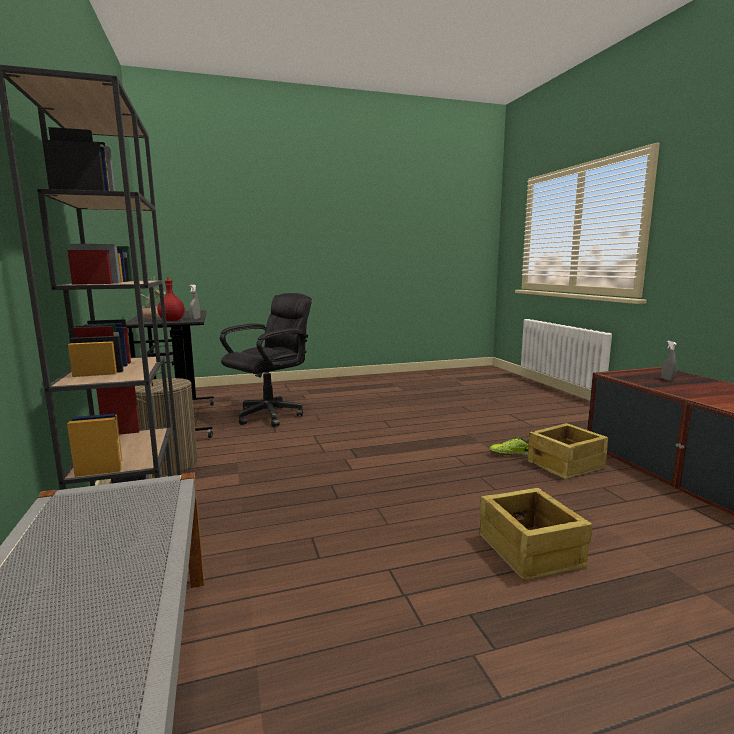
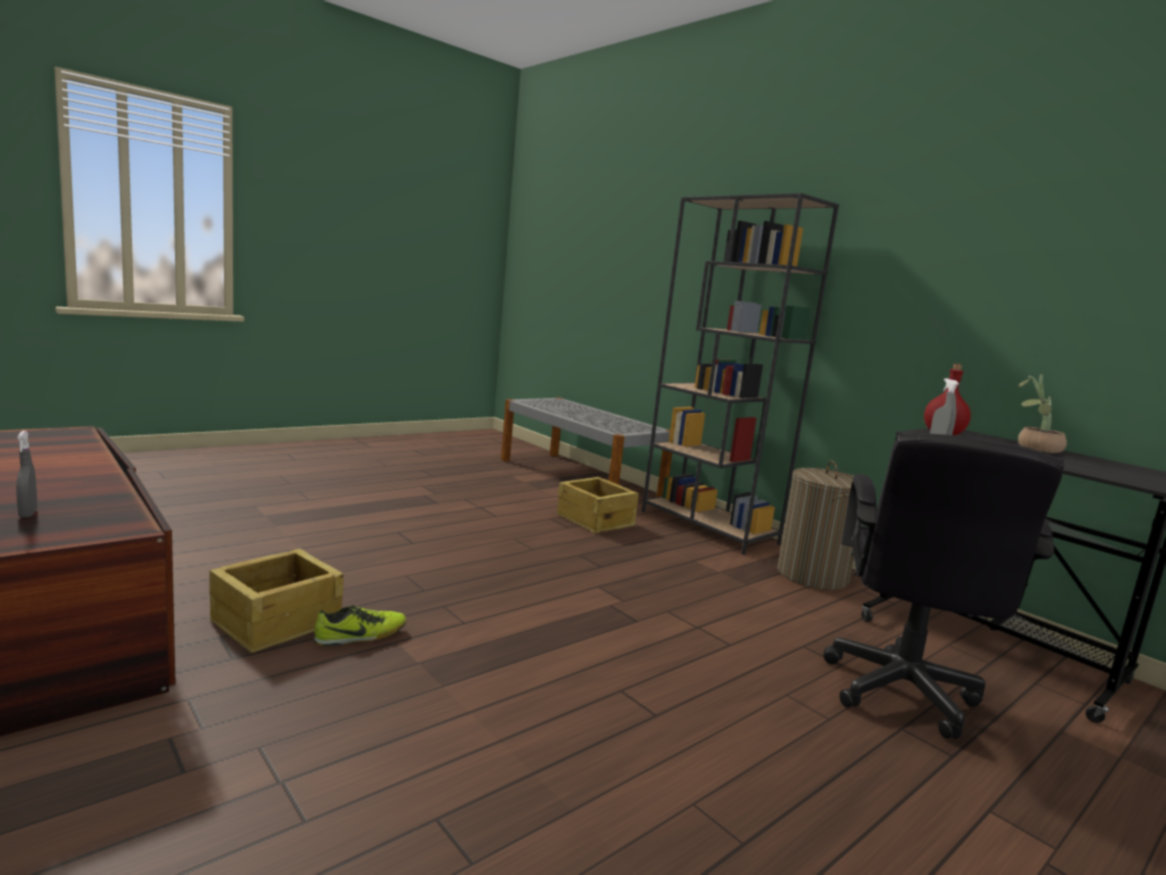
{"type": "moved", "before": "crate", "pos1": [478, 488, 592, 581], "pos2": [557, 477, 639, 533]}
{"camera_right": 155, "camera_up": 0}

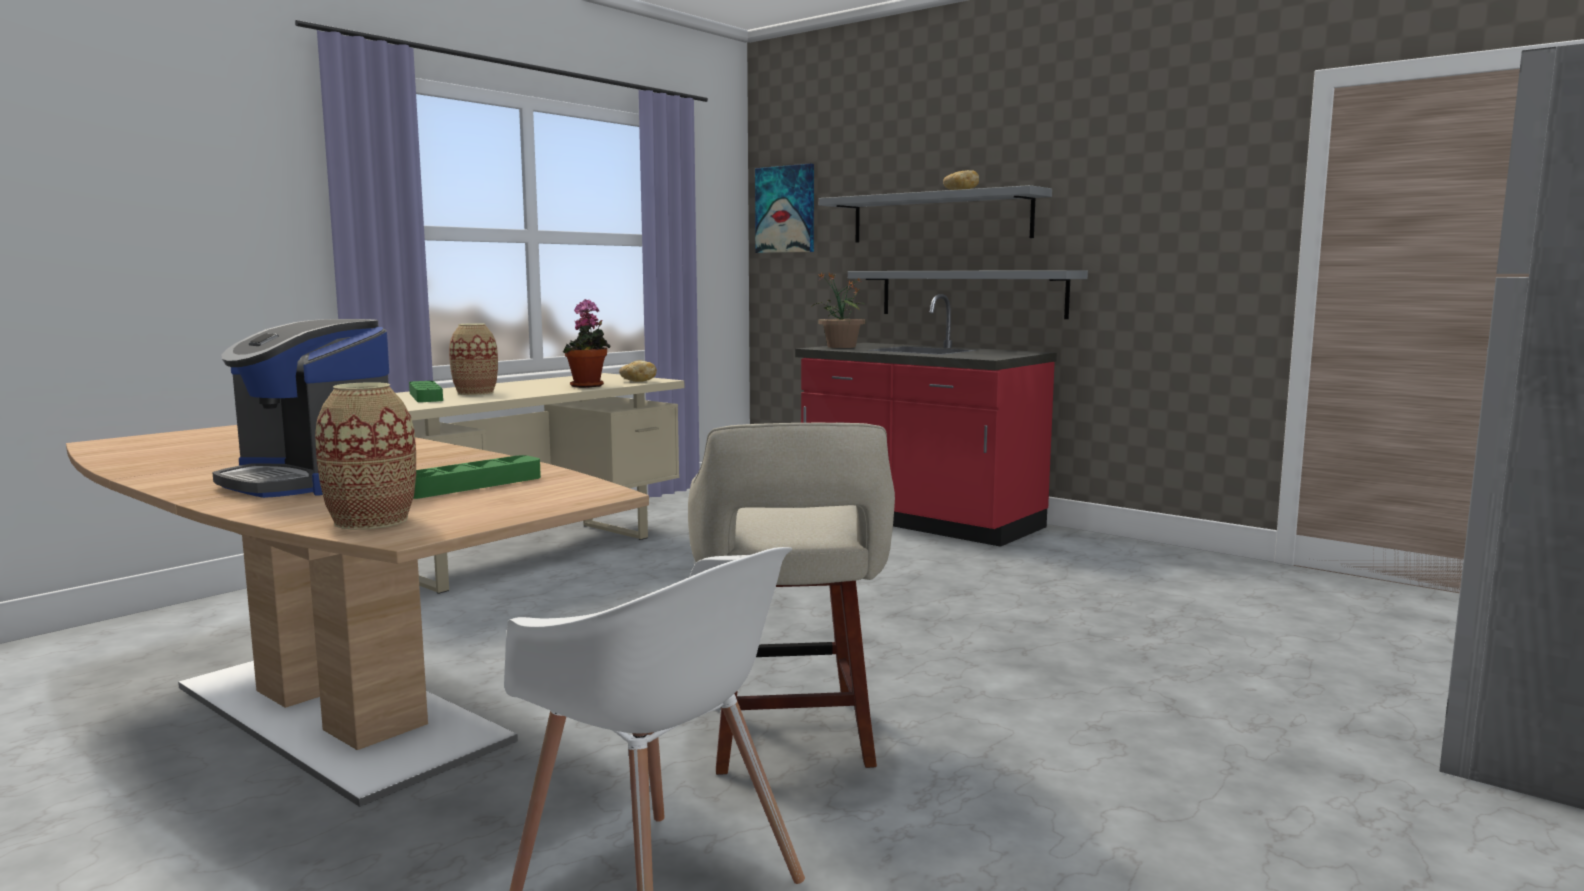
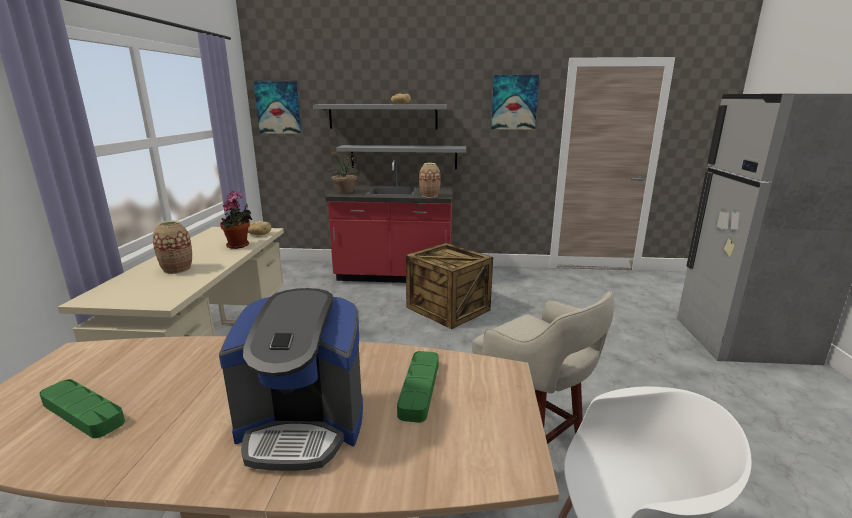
{"type": "added", "after": "crate", "pos2": [406, 243, 493, 329]}
{"type": "added", "after": "picture", "pos2": [491, 75, 539, 130]}
{"type": "moved", "before": "vase", "pos1": [315, 382, 416, 530], "pos2": [419, 163, 441, 198]}
{"type": "moved", "before": "green tray", "pos1": [409, 381, 443, 402], "pos2": [39, 379, 125, 438]}
{"camera_right": -35, "camera_up": 10}

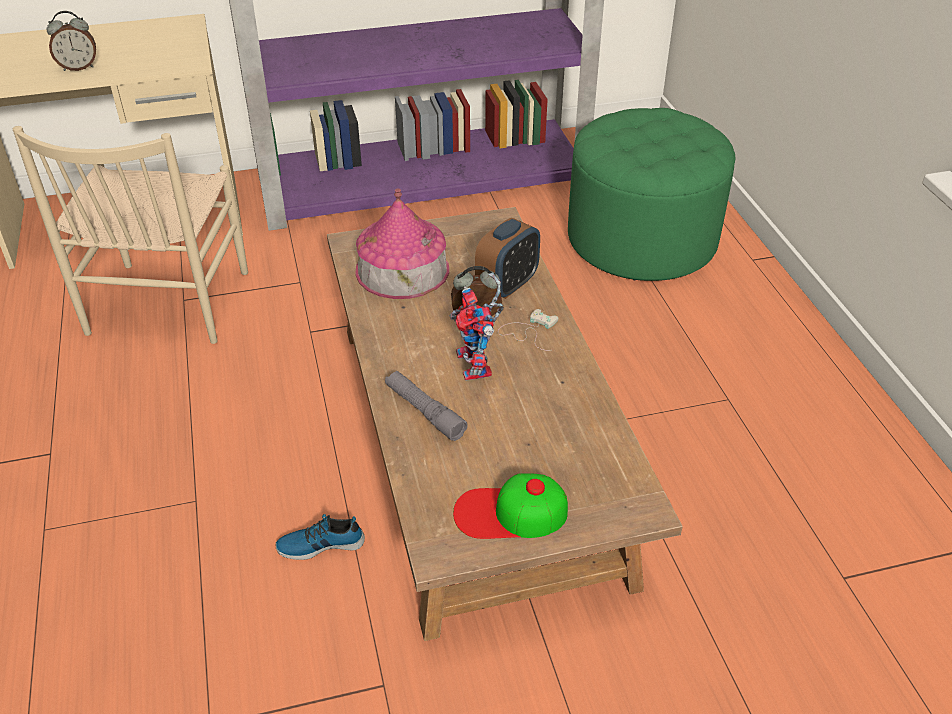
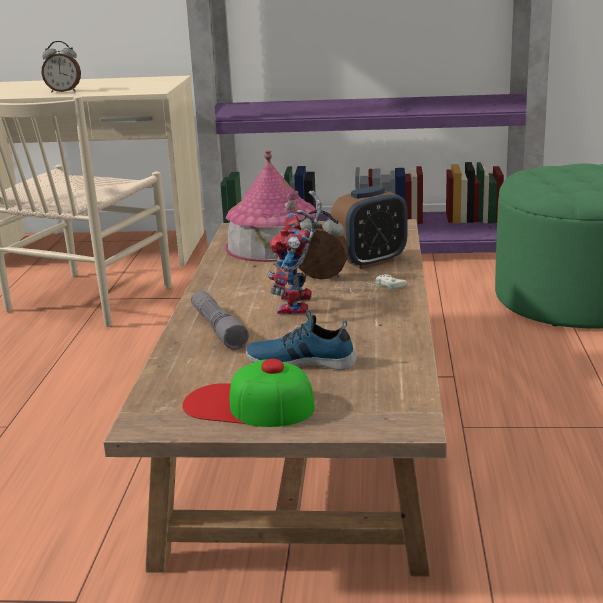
{"type": "moved", "before": "shoe", "pos1": [276, 514, 365, 560], "pos2": [246, 309, 356, 370]}
{"camera_right": 20, "camera_up": -20}

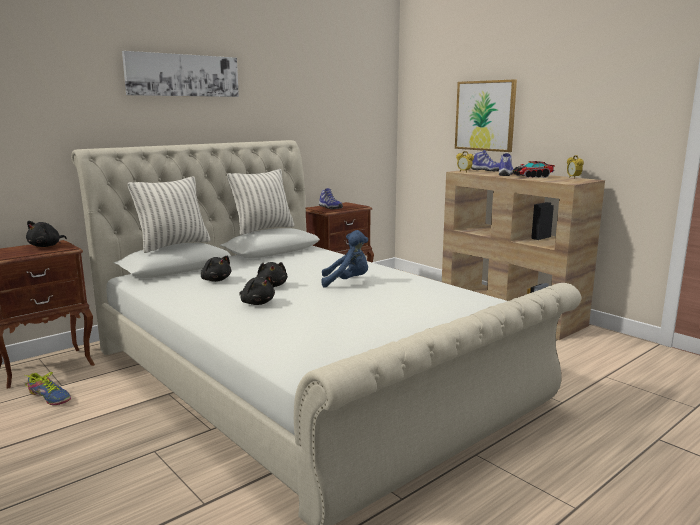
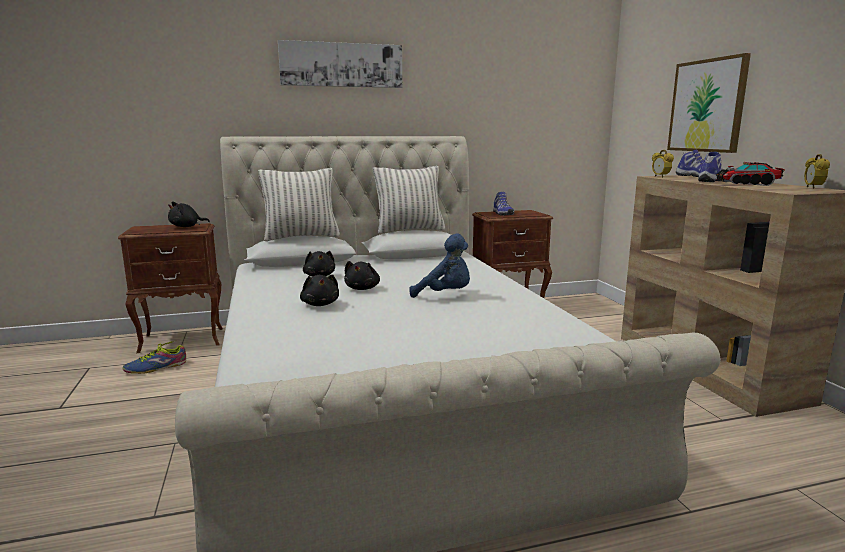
{"type": "turned", "before": "shoe", "pos1": [25, 372, 71, 405], "pos2": [122, 341, 186, 374], "turn": 90}
{"camera_right": 25, "camera_up": 0}

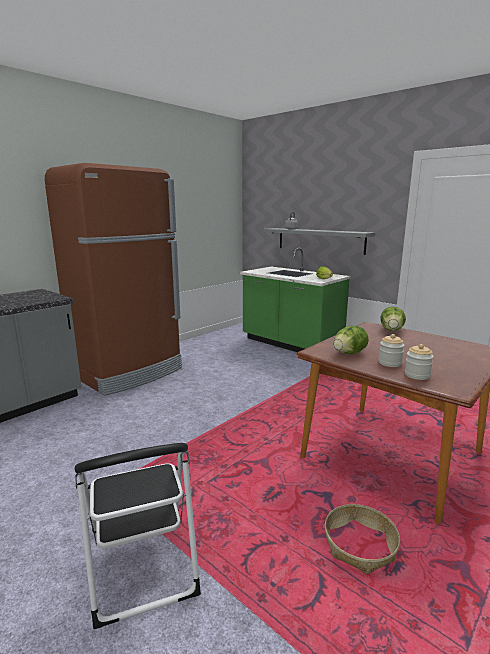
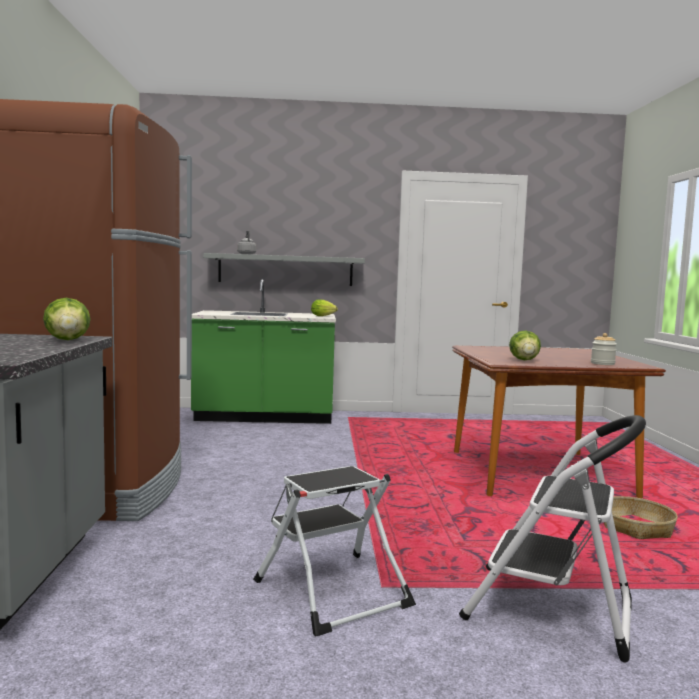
{"type": "removed", "before": "jar", "pos1": [378, 334, 404, 367]}
{"type": "added", "after": "step ladder", "pos2": [253, 466, 416, 636]}
{"type": "moved", "before": "lettuce", "pos1": [380, 307, 406, 331], "pos2": [43, 298, 91, 340]}
{"camera_right": -45, "camera_up": -10}

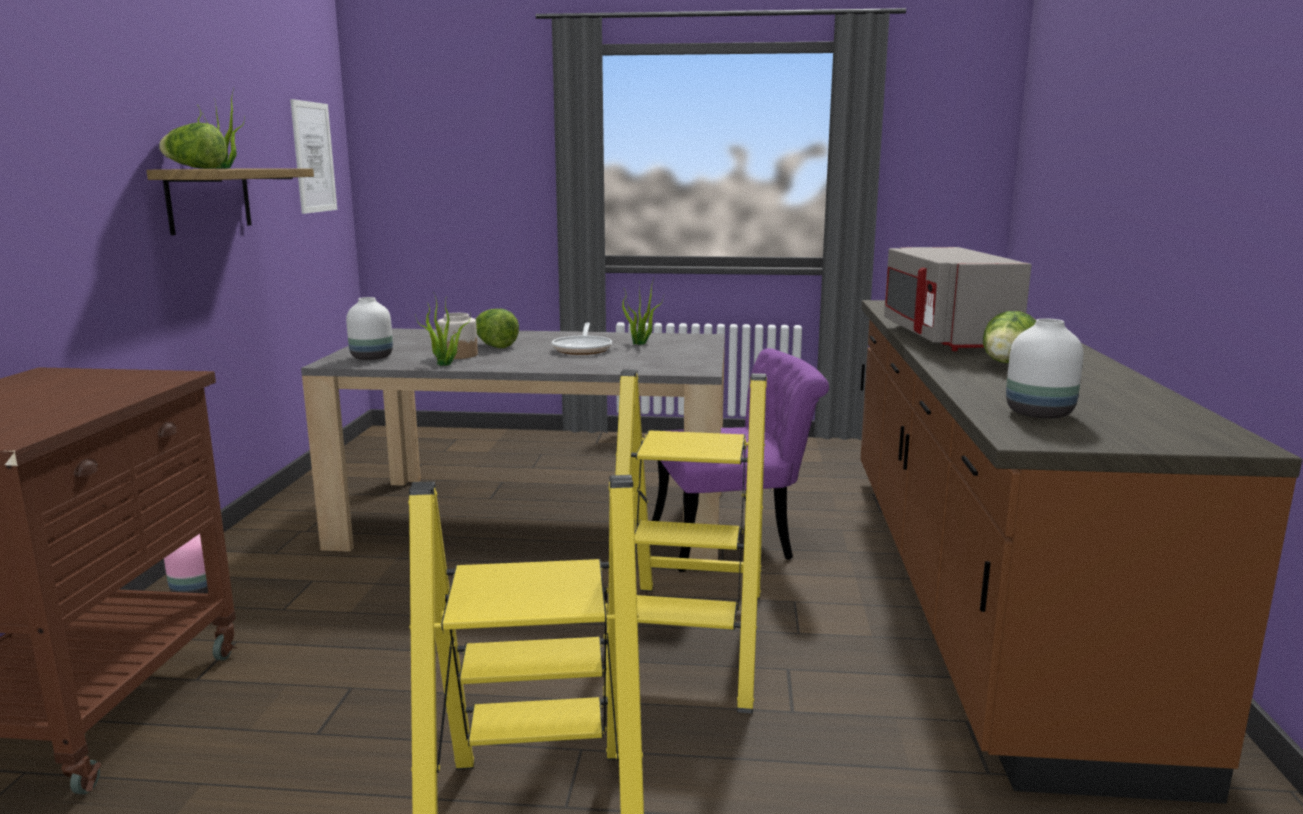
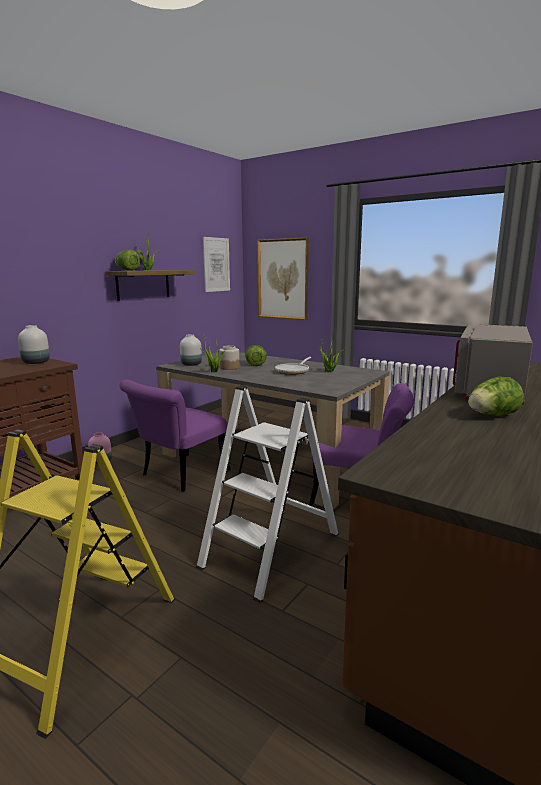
{"type": "added", "after": "purple chair", "pos2": [119, 380, 231, 491]}
{"type": "added", "after": "picture", "pos2": [257, 237, 309, 320]}
{"type": "moved", "before": "white vase", "pos1": [1006, 318, 1084, 419], "pos2": [18, 325, 50, 364]}
{"type": "recoloured", "before": "yellow step ladder", "after": "white step ladder", "pos1": [603, 369, 767, 714], "pos2": [196, 385, 339, 603]}
{"camera_right": 30, "camera_up": 0}

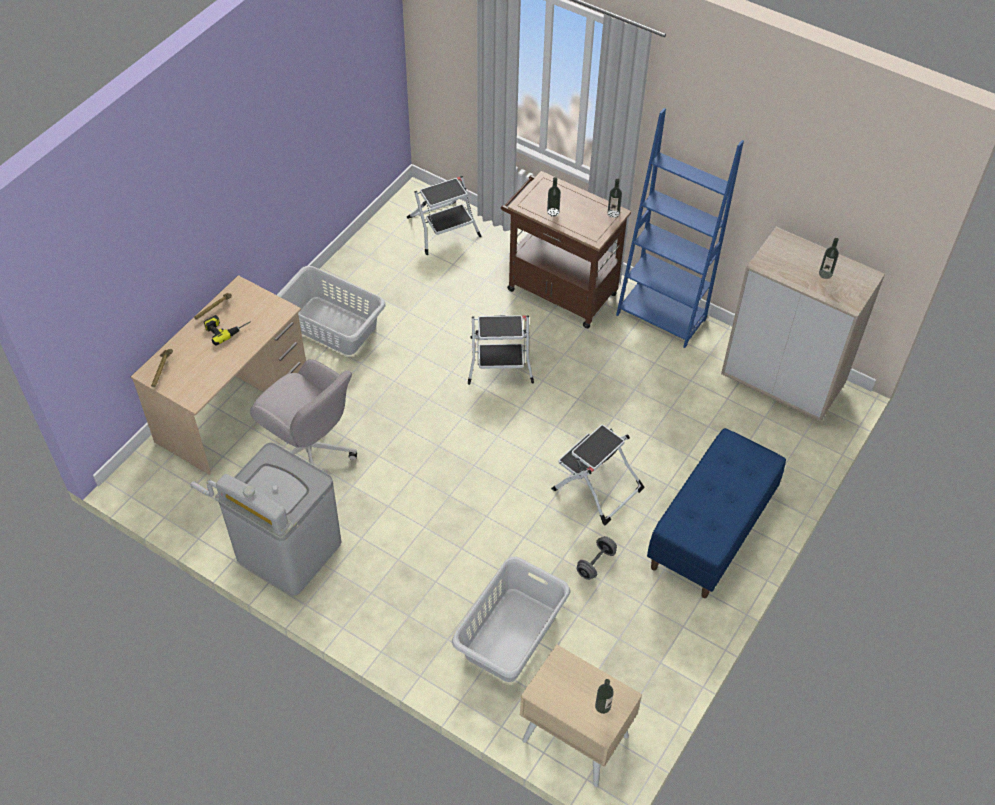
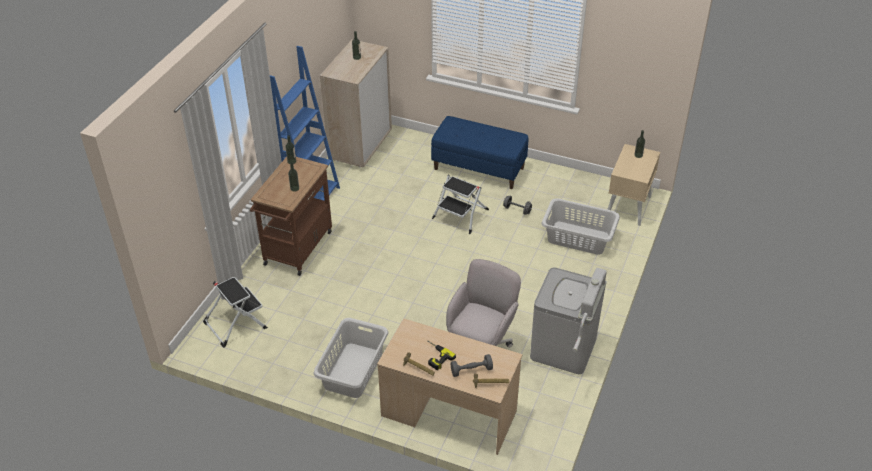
{"type": "removed", "before": "step ladder", "pos1": [468, 315, 534, 385]}
{"type": "added", "after": "grey dumbbell", "pos2": [451, 354, 493, 377]}
{"camera_right": -100, "camera_up": -10}

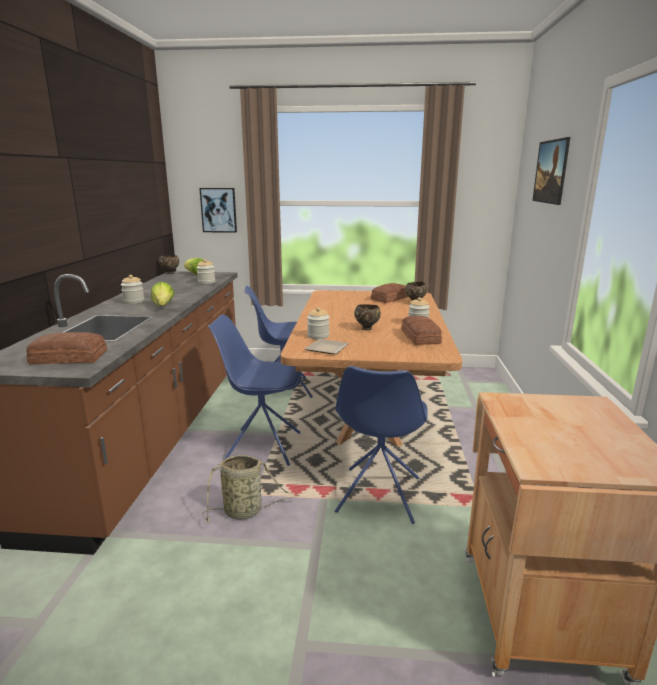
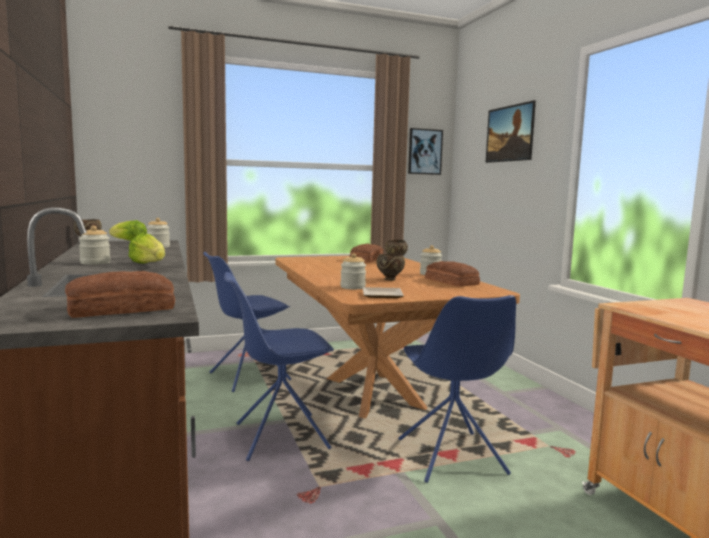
{"type": "removed", "before": "basket", "pos1": [202, 455, 299, 523]}
{"type": "moved", "before": "picture", "pos1": [199, 188, 237, 233], "pos2": [408, 128, 443, 175]}
{"camera_right": -25, "camera_up": -10}

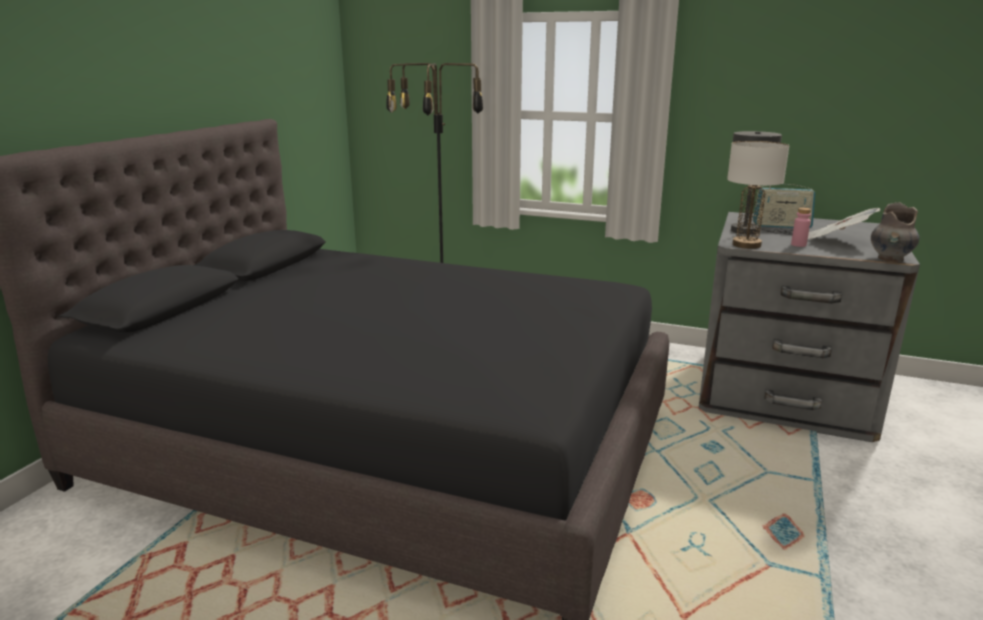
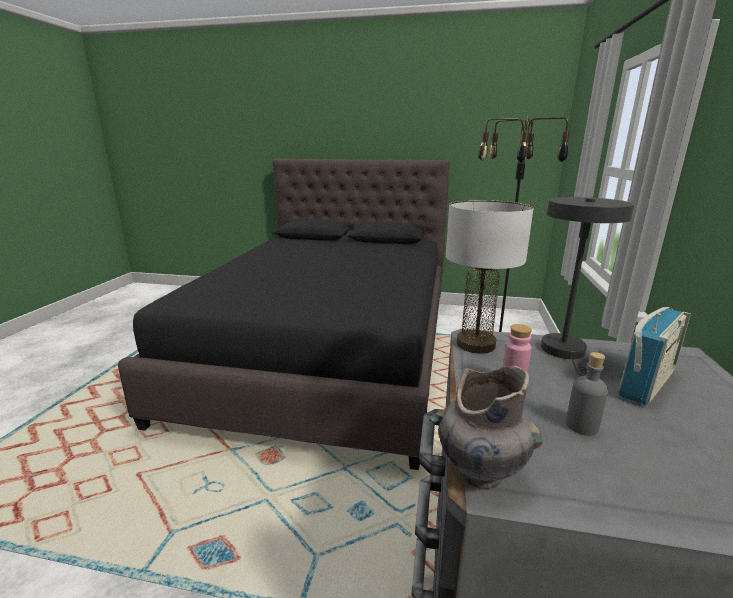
{"type": "replaced", "before": "newspaper", "after": "grey bottle", "pos1": [808, 208, 880, 240], "pos2": [566, 352, 608, 436]}
{"type": "turned", "before": "radio", "pos1": [753, 184, 815, 228], "pos2": [618, 307, 691, 406], "turn": -135}
{"camera_right": 80, "camera_up": 0}

